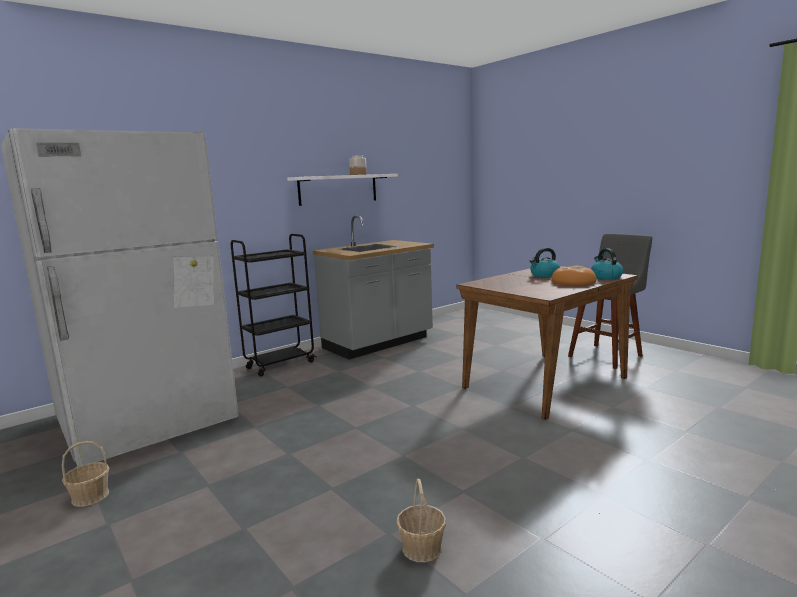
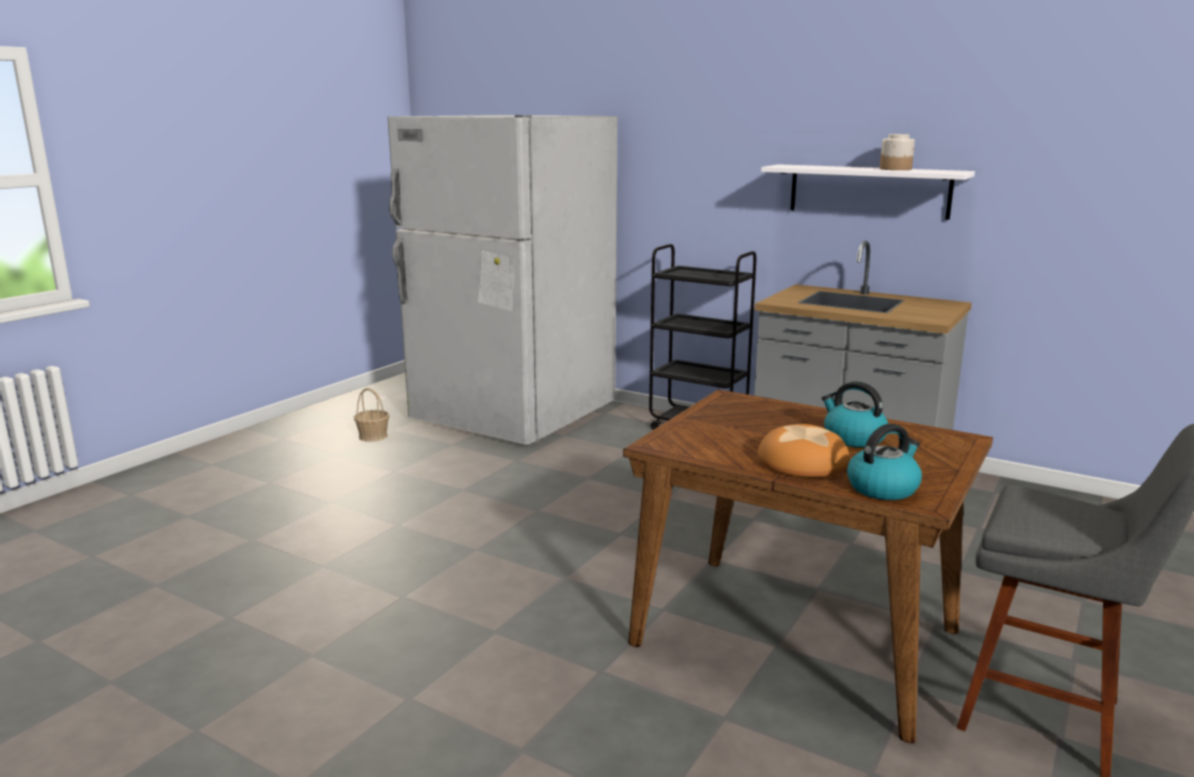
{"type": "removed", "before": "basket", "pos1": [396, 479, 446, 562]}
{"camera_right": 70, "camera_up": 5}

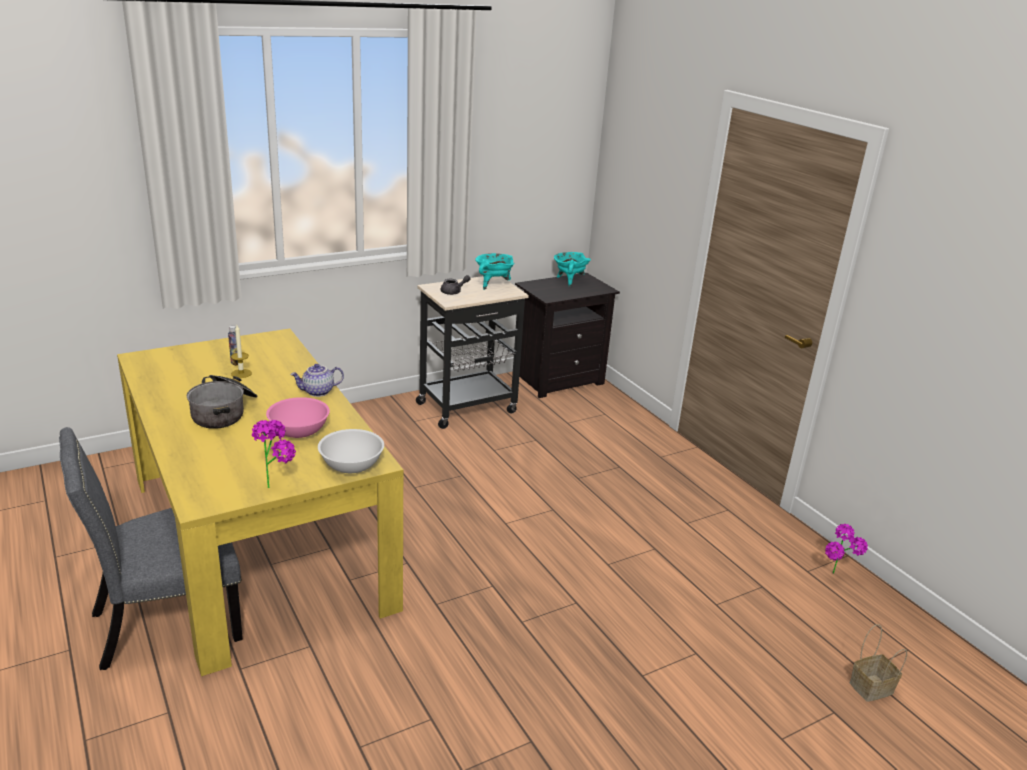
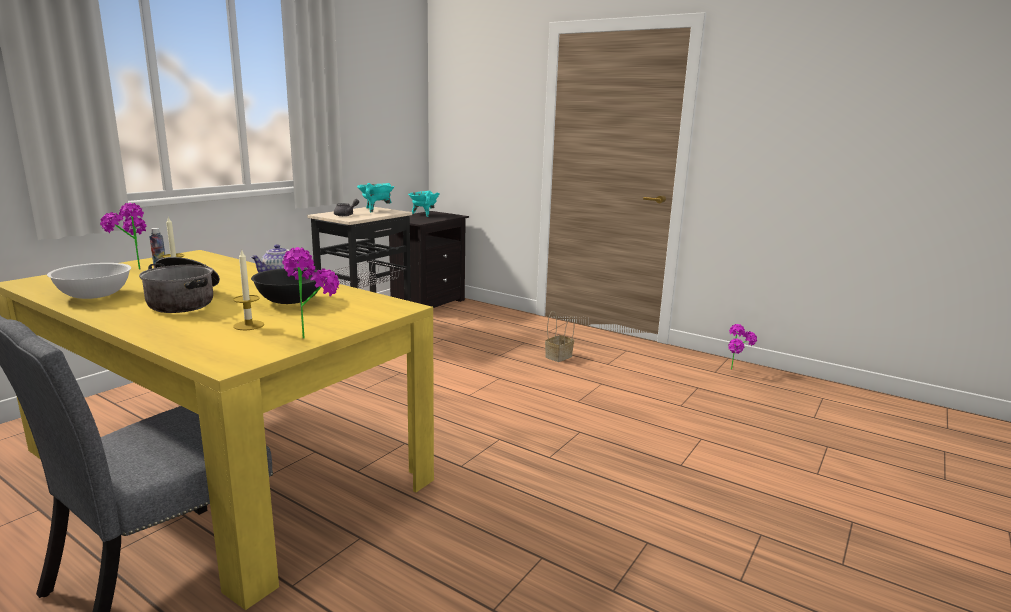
{"type": "added", "after": "potted plant", "pos2": [100, 203, 146, 270]}
{"type": "added", "after": "candle", "pos2": [233, 249, 264, 330]}
{"type": "moved", "before": "white bowl", "pos1": [318, 429, 384, 473], "pos2": [47, 263, 131, 299]}
{"type": "moved", "before": "basket", "pos1": [850, 624, 907, 702], "pos2": [545, 311, 574, 362]}
{"type": "recoloured", "before": "pink bowl", "after": "black bowl", "pos1": [266, 397, 330, 438], "pos2": [251, 268, 321, 304]}
{"camera_right": -25, "camera_up": -10}

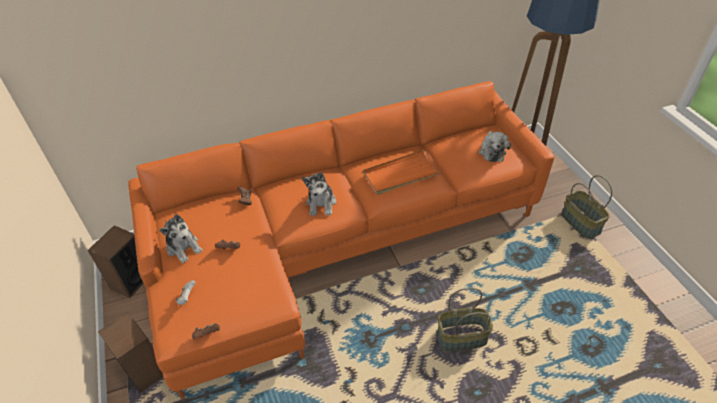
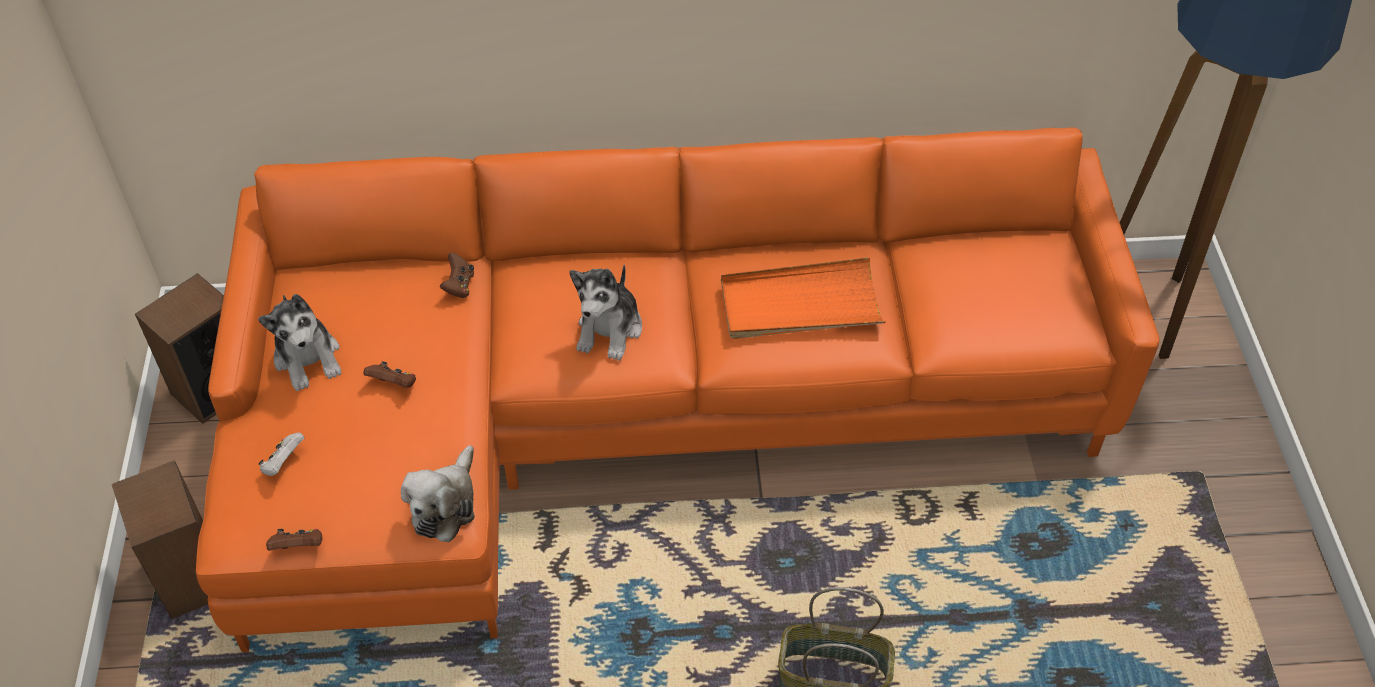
{"type": "removed", "before": "basket", "pos1": [561, 175, 612, 239]}
{"type": "moved", "before": "plush toy", "pos1": [478, 131, 511, 162], "pos2": [401, 445, 475, 542]}
{"camera_right": 15, "camera_up": 5}

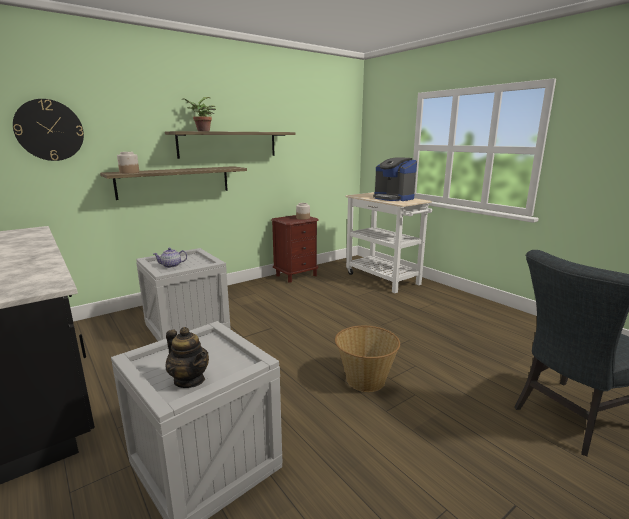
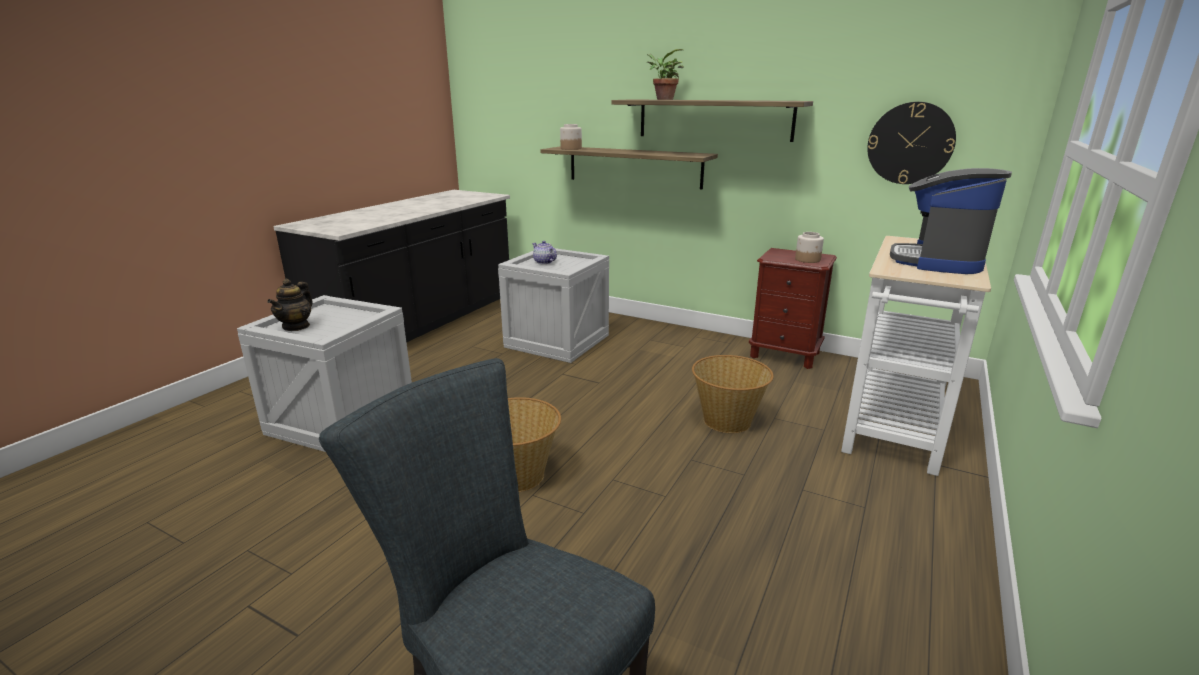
{"type": "added", "after": "basket", "pos2": [692, 355, 774, 433]}
{"type": "moved", "before": "wall clock", "pos1": [13, 99, 84, 161], "pos2": [867, 102, 956, 184]}
{"camera_right": 65, "camera_up": 5}

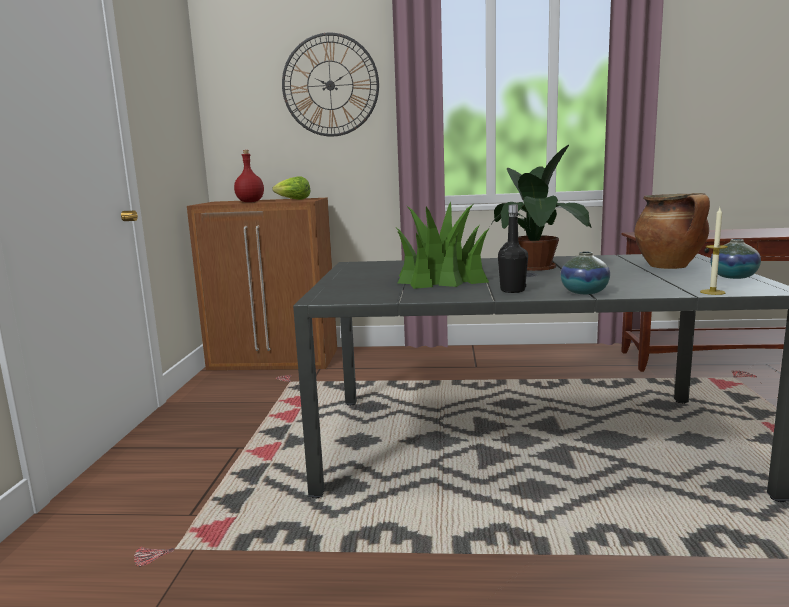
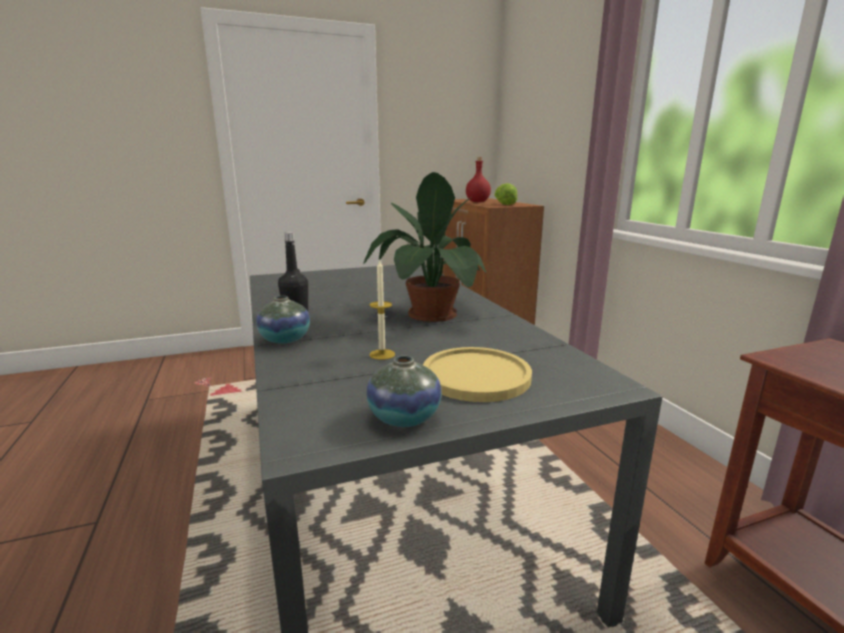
{"type": "removed", "before": "wall clock", "pos1": [282, 33, 379, 137]}
{"type": "removed", "before": "potted plant", "pos1": [397, 201, 490, 289]}
{"type": "moved", "before": "candle", "pos1": [700, 208, 728, 295], "pos2": [369, 259, 395, 360]}
{"type": "replaced", "before": "cooking pot", "after": "yellow plate", "pos1": [634, 193, 710, 269], "pos2": [423, 347, 532, 402]}
{"camera_right": 65, "camera_up": 5}

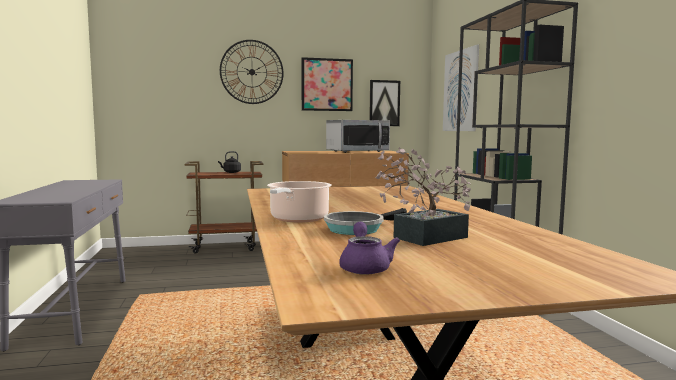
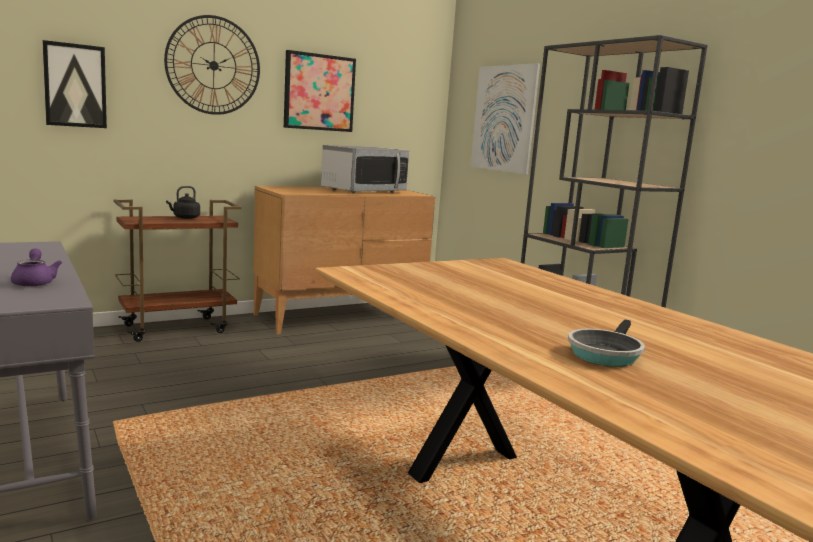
{"type": "removed", "before": "cooking pot", "pos1": [267, 181, 332, 222]}
{"type": "removed", "before": "potted plant", "pos1": [375, 147, 471, 246]}
{"type": "moved", "before": "purple teapot", "pos1": [339, 222, 400, 274], "pos2": [11, 248, 62, 287]}
{"type": "moved", "before": "picture", "pos1": [369, 80, 400, 126], "pos2": [42, 40, 107, 128]}
{"camera_right": -20, "camera_up": 5}

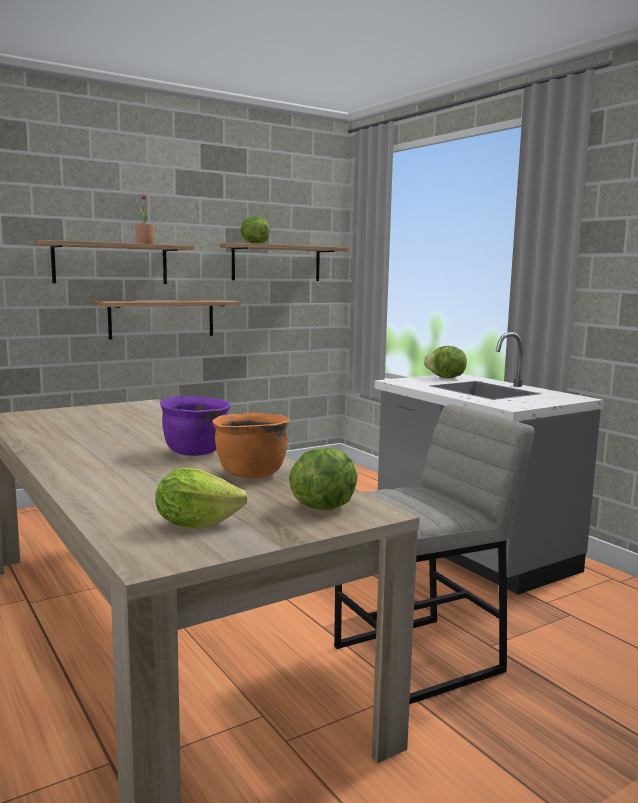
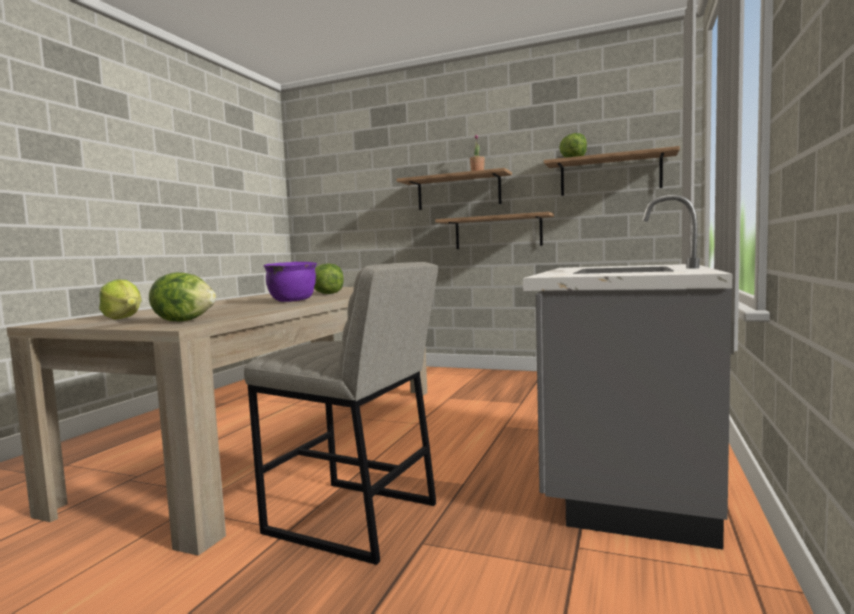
{"type": "removed", "before": "orange cooking pot", "pos1": [212, 413, 290, 478]}
{"type": "moved", "before": "lettuce", "pos1": [424, 346, 467, 378], "pos2": [314, 264, 344, 294]}
{"camera_right": 55, "camera_up": -5}

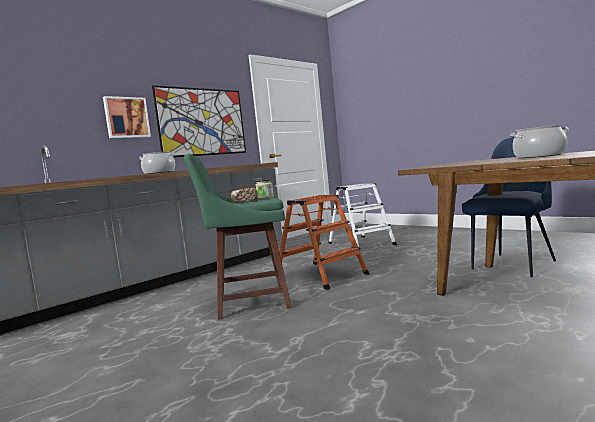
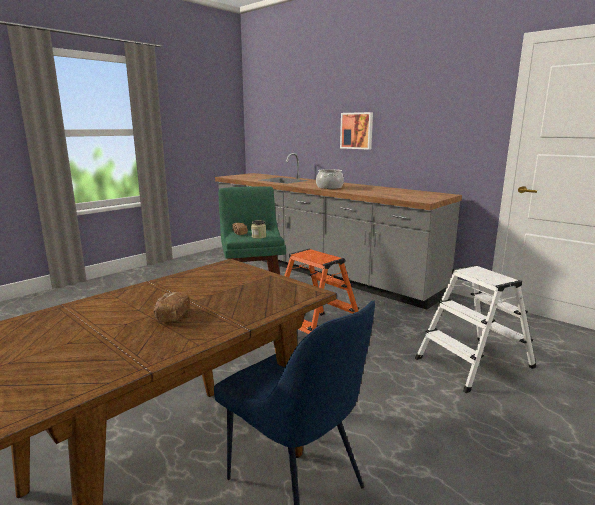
{"type": "removed", "before": "picture", "pos1": [152, 85, 246, 157]}
{"type": "replaced", "before": "cooking pot", "after": "bread", "pos1": [510, 125, 569, 158], "pos2": [154, 292, 190, 322]}
{"camera_right": 85, "camera_up": 10}

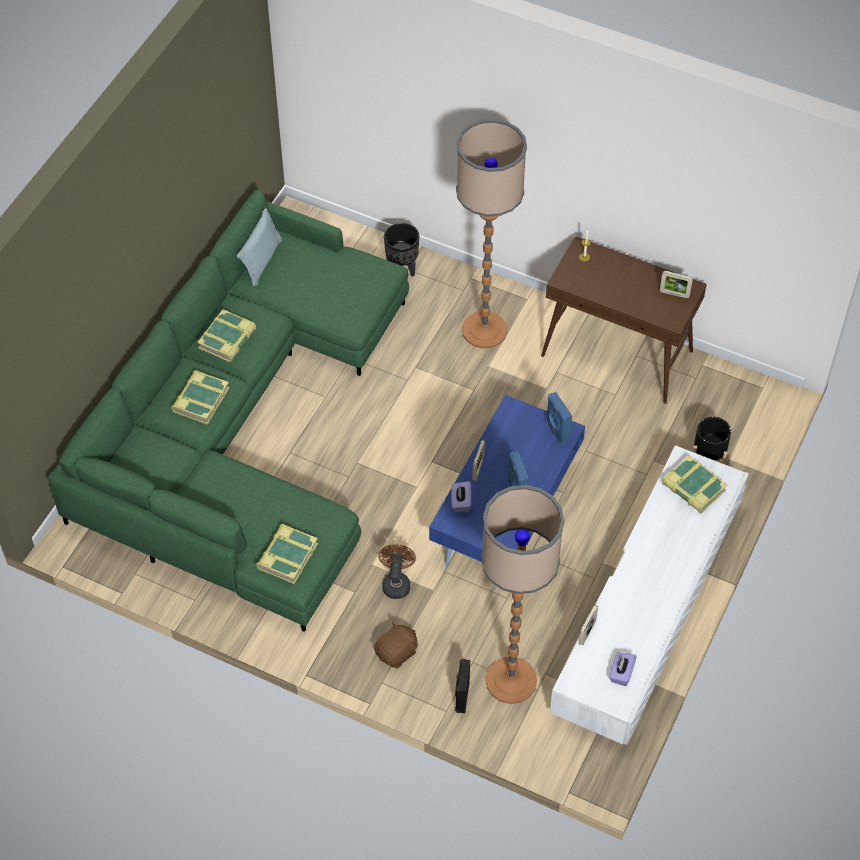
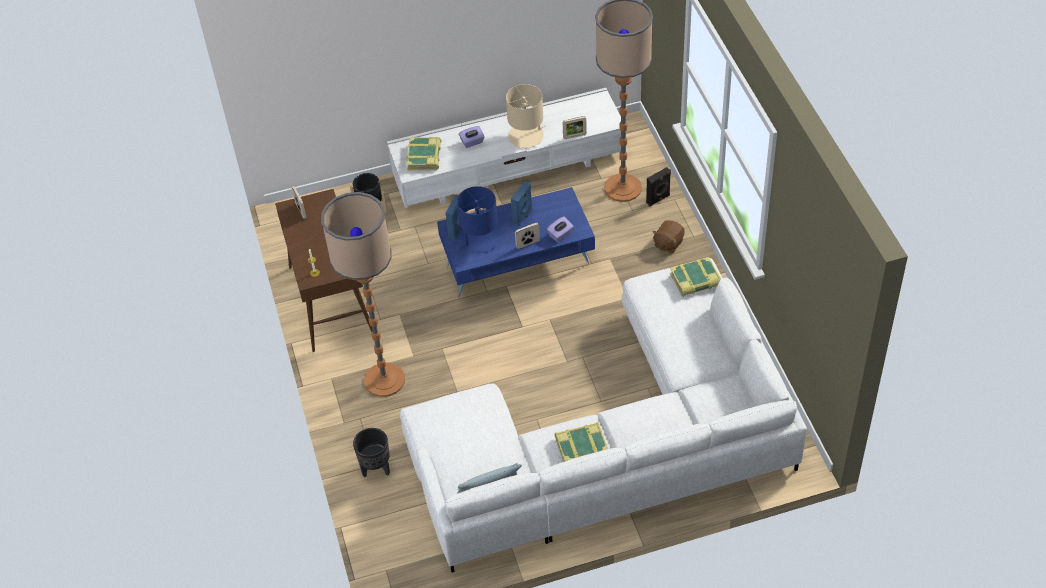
{"type": "removed", "before": "book", "pos1": [171, 370, 229, 425]}
{"type": "removed", "before": "brown fan", "pos1": [378, 544, 416, 599]}
{"type": "added", "after": "blue table lamp", "pos2": [457, 186, 500, 253]}
{"type": "added", "after": "beige table lamp", "pos2": [506, 84, 546, 149]}
{"type": "moved", "before": "purple tissue box", "pos1": [609, 652, 637, 686], "pos2": [459, 126, 485, 148]}
{"type": "recoloured", "before": "green sofa", "after": "white sofa", "pos1": [48, 190, 409, 632], "pos2": [400, 258, 807, 573]}
{"type": "turned", "before": "brown plush toy", "pos1": [374, 621, 418, 668], "pos2": [652, 220, 685, 254], "turn": -60}
{"camera_right": -130, "camera_up": -5}

